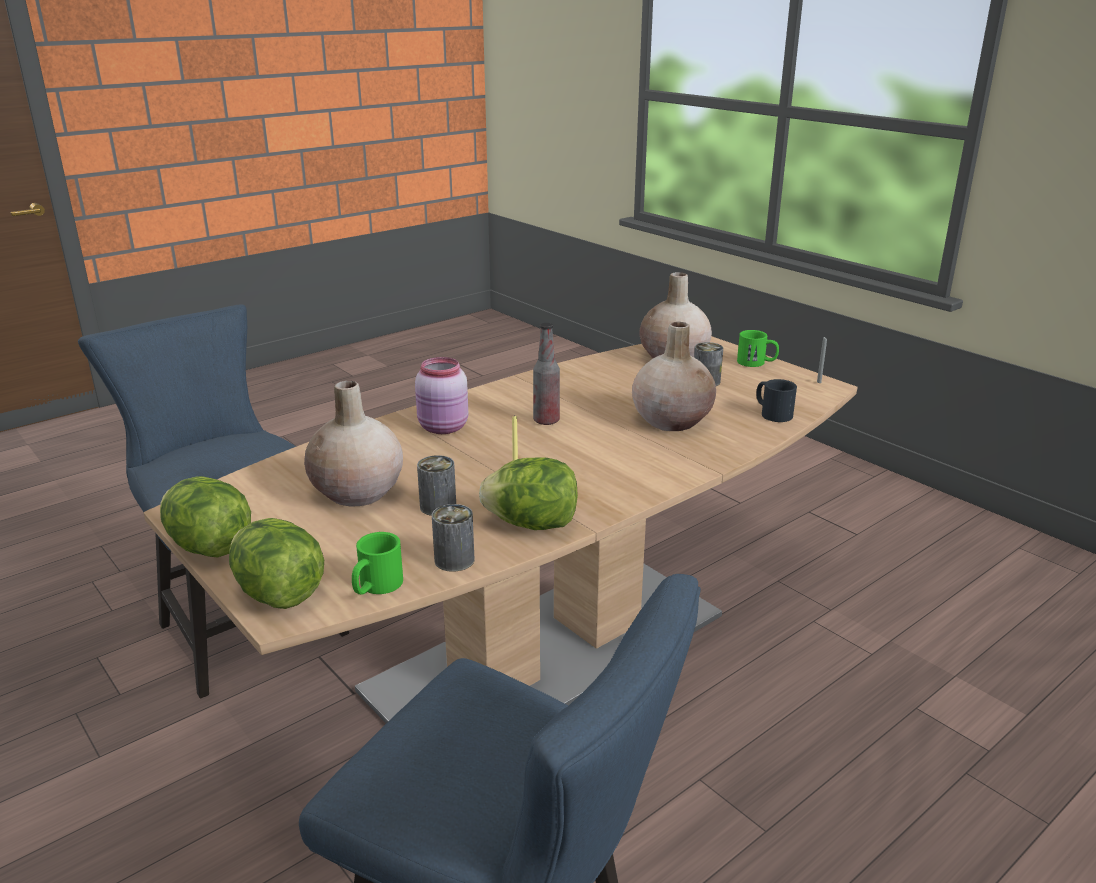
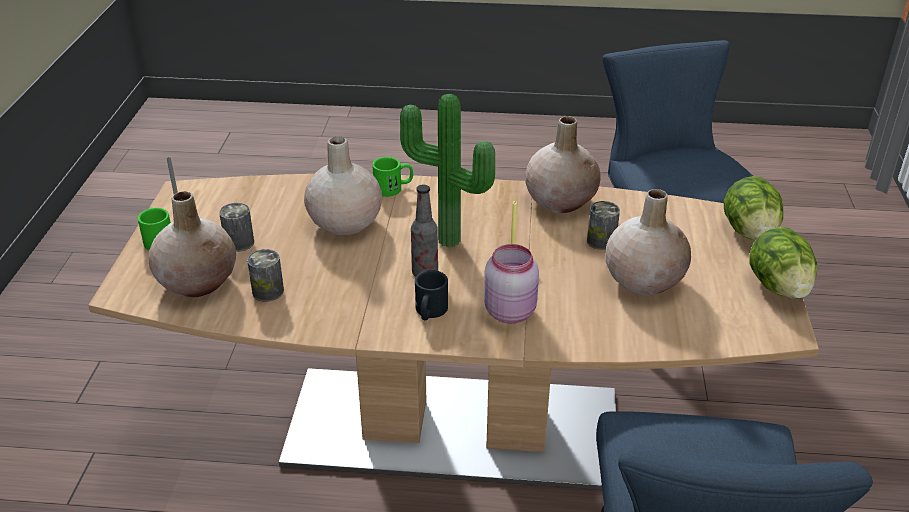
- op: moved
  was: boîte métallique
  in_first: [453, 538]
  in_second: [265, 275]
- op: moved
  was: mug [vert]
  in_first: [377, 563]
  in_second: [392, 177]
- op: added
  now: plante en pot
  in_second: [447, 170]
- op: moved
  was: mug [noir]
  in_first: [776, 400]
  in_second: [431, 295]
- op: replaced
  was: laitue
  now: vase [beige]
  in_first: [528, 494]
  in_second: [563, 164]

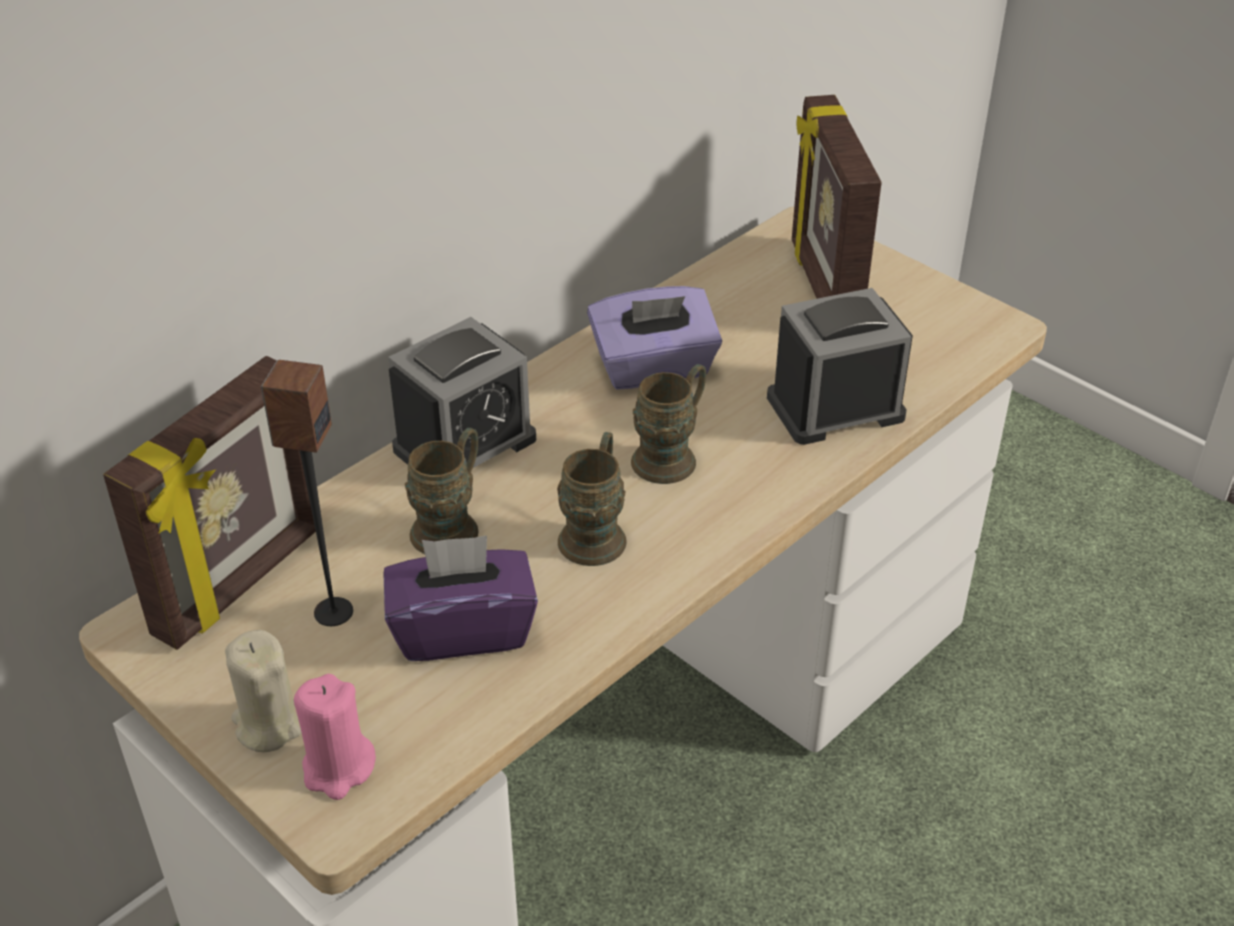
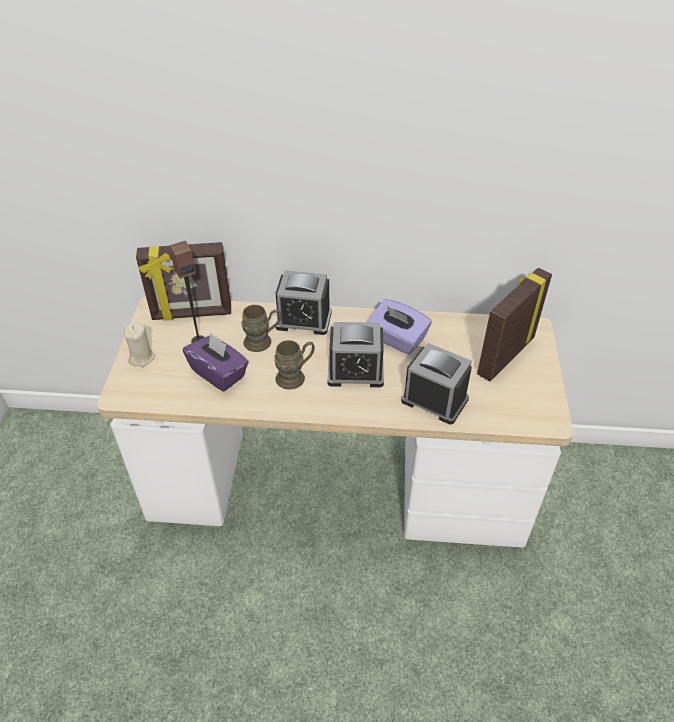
- op: replaced
  was: mug [marron]
  now: réveil
  in_first: [668, 424]
  in_second: [355, 354]
- op: removed
  was: bougie [rose]
  in_first: [335, 737]

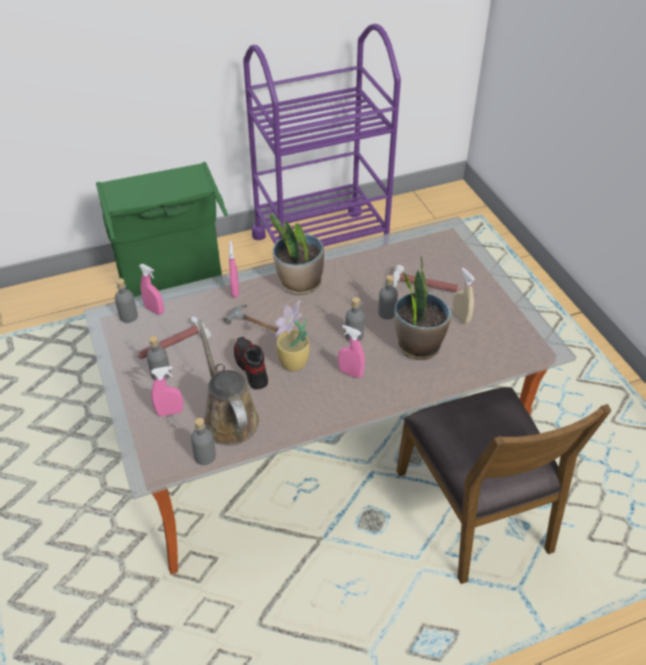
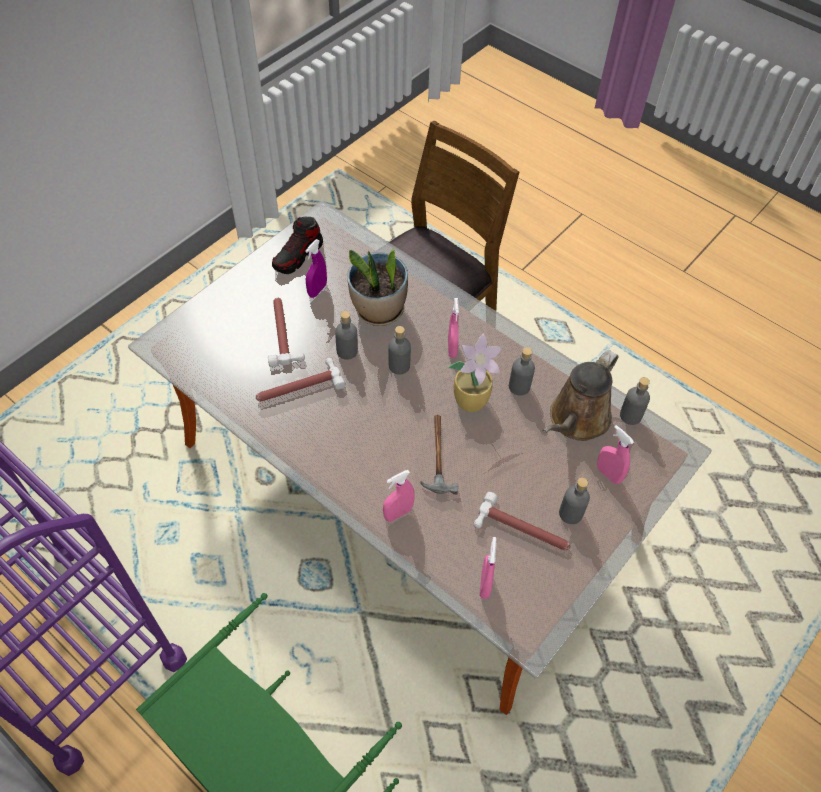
- op: added
  now: marteau
  in_second: [301, 379]
- op: moved
  was: chaussure
  in_first: [251, 363]
  in_second: [297, 245]
- op: recoloured
  was: vaporisateur [beige]
  now: vaporisateur [violet]
  in_first: [464, 295]
  in_second: [316, 268]
- op: moved
  was: bouteille [gris]
  in_first: [126, 300]
  in_second: [522, 371]
- op: removed
  was: plante en pot
  in_first: [297, 254]

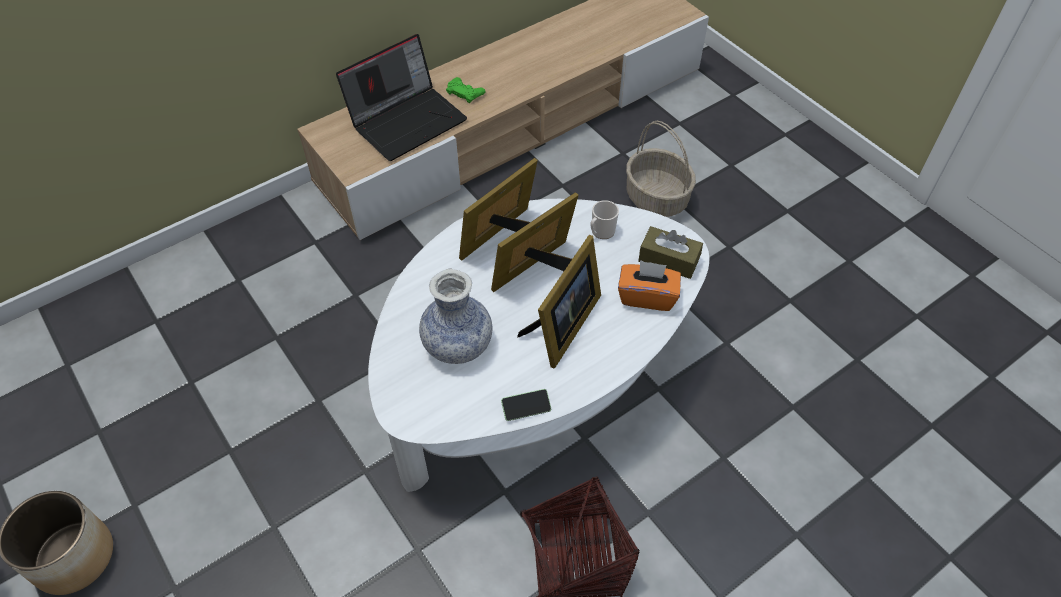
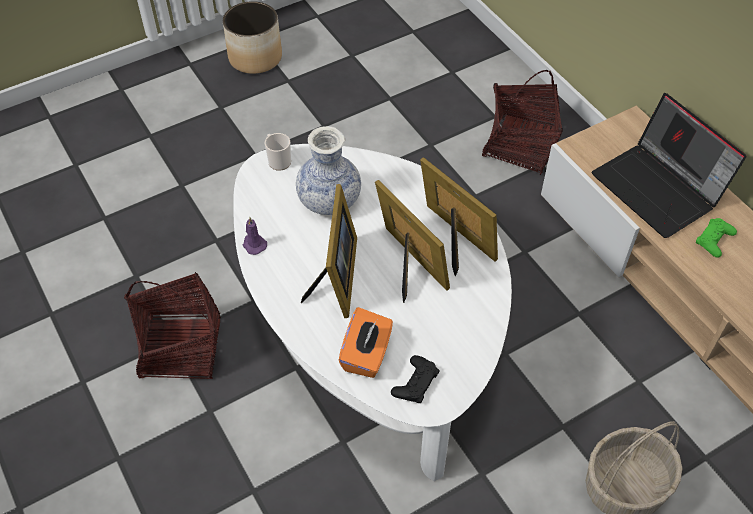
- op: replaced
  was: téléphone
  now: bougie [violet]
  in_first: [526, 405]
  in_second: [255, 236]
- op: moved
  was: mug
  in_first: [604, 219]
  in_second: [278, 152]
- op: turned
  was: cadre photo
  in_first: [559, 301]
  in_second: [329, 251]
  clockwise: -120
- op: replaced
  was: boîte à mouchoirs [marron]
  now: manette [noir]
  in_first: [670, 252]
  in_second: [415, 379]
- op: added
  now: panier
  in_second: [522, 122]

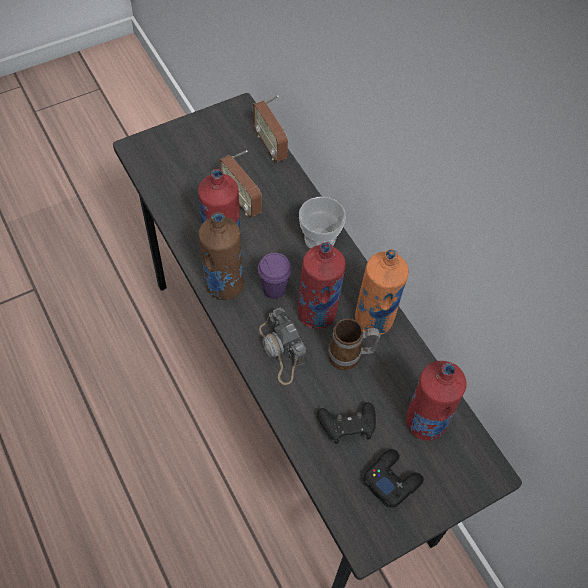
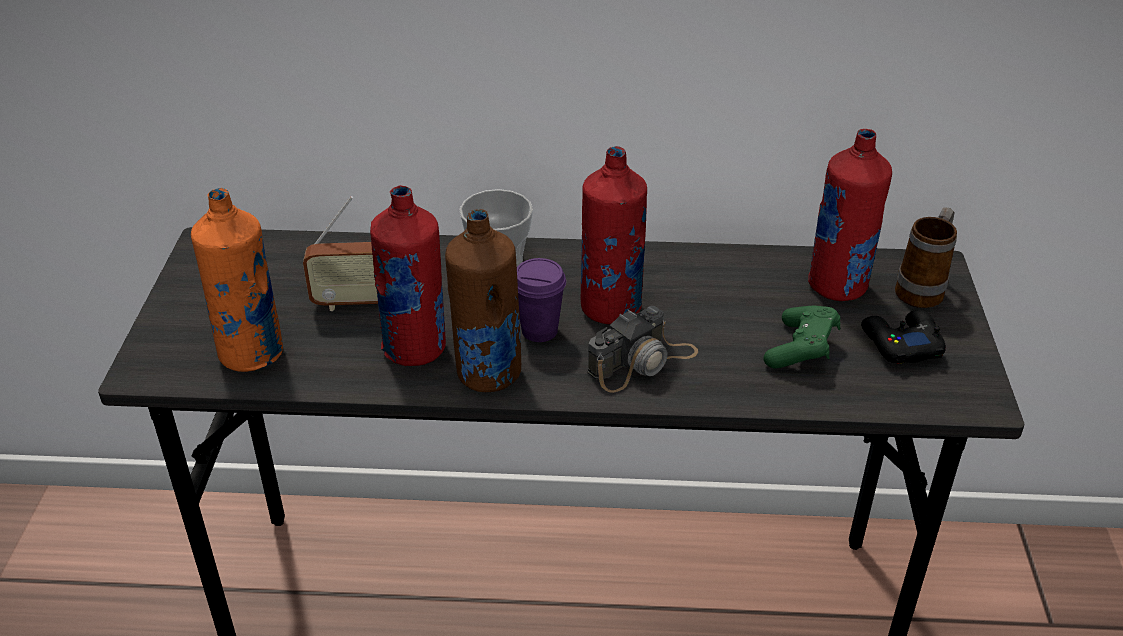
- op: moved
  was: bouteille [orange]
  in_first: [382, 292]
  in_second: [237, 280]
- op: turned
  was: appareil photo
  in_first: [282, 346]
  in_second: [643, 349]
  clockwise: -45
- op: recoloured
  was: manette [noir]
  now: manette [vert]
  in_first: [346, 423]
  in_second: [801, 337]
- op: moved
  was: mug
  in_first: [354, 344]
  in_second: [926, 257]
- op: removed
  was: radio
  in_first: [270, 128]

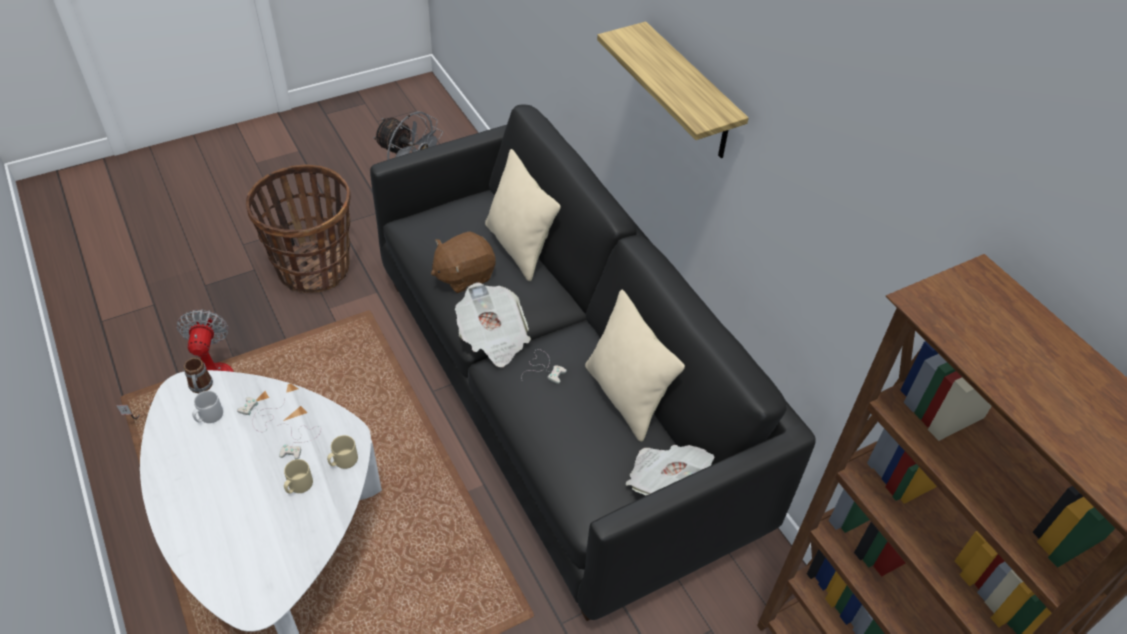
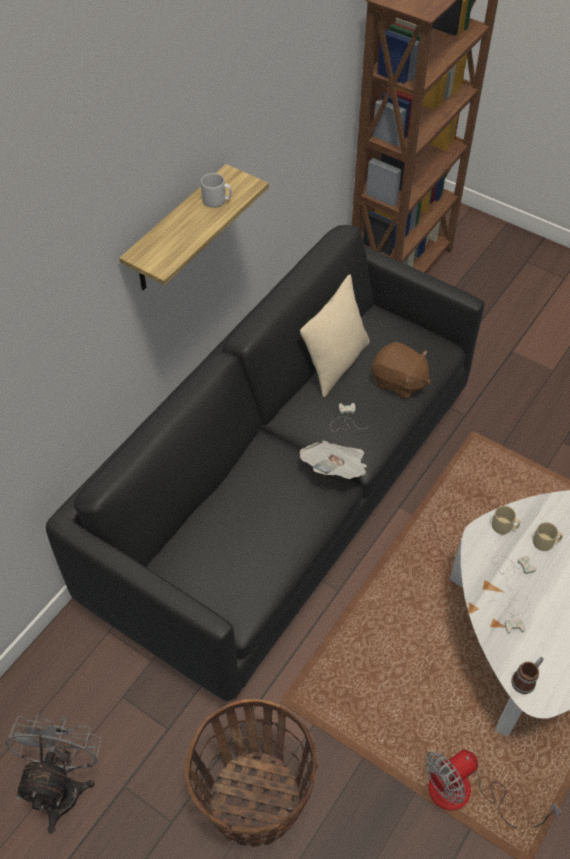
- op: moved
  was: mug [gris]
  in_first: [207, 407]
  in_second: [216, 190]
- op: moved
  was: peluche [marron]
  in_first: [463, 262]
  in_second: [401, 370]
- op: removed
  was: coussin [beige]
  in_first: [523, 215]
- op: removed
  was: journal
  in_first: [670, 470]

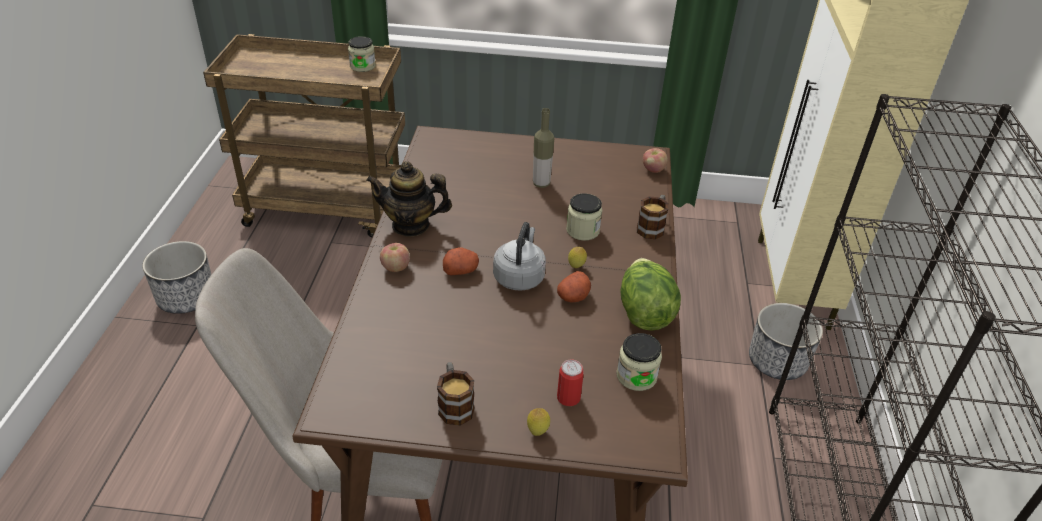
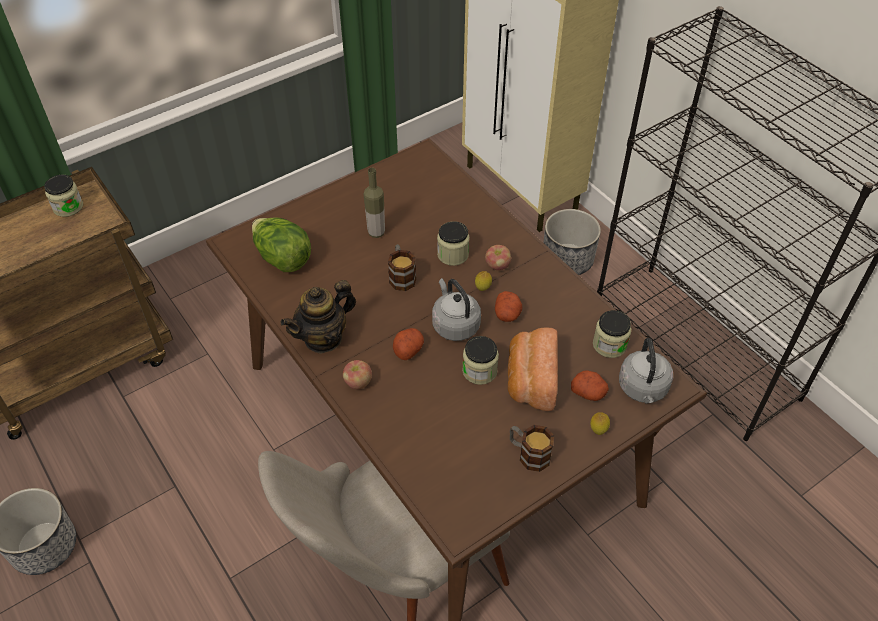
- op: moved
  was: laitue
  in_first: [650, 294]
  in_second: [281, 245]
- op: moved
  was: mug
  in_first: [652, 217]
  in_second: [402, 267]
- op: added
  now: bocal
  in_second: [480, 360]
- op: moved
  was: pomme
  in_first: [655, 160]
  in_second: [498, 257]
- op: added
  now: pain
  in_second: [533, 369]
- op: replaced
  was: boîte métallique
  now: pomme de terre
  in_first: [570, 382]
  in_second: [590, 385]
- op: added
  now: bouilloire [gris]
  in_second: [646, 371]

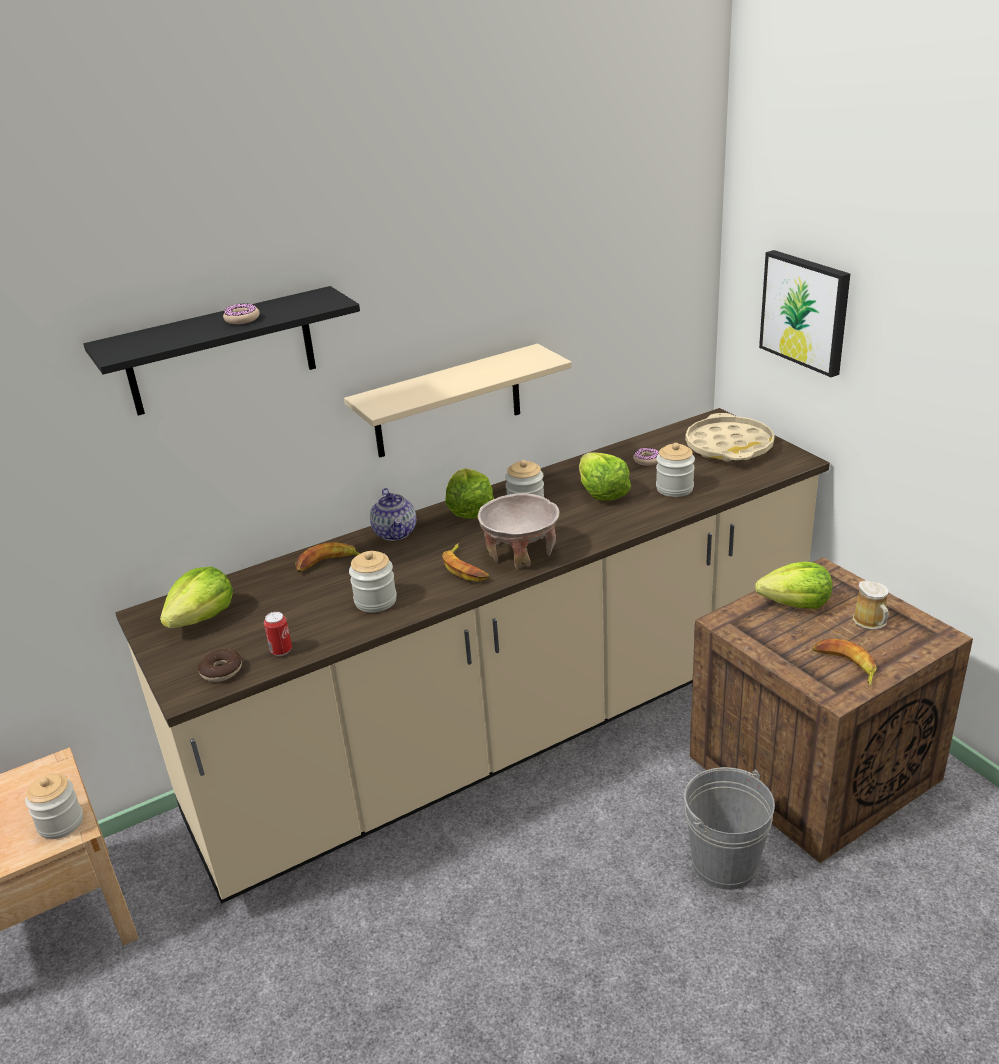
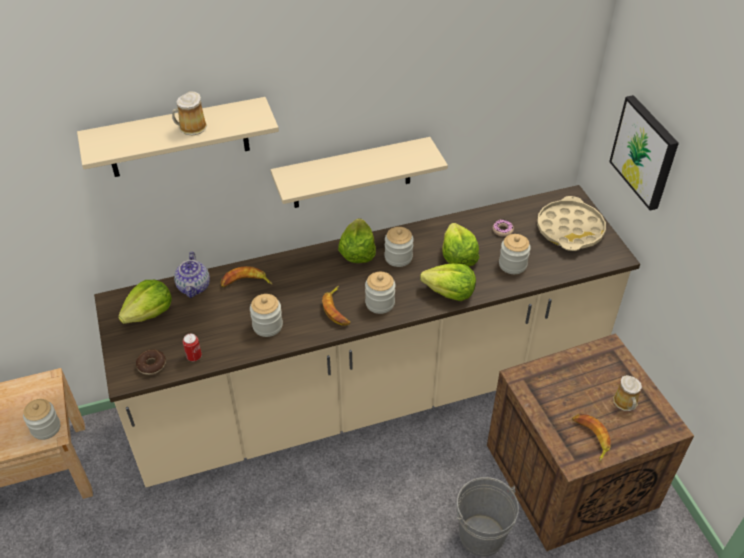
- op: recoloured
  was: étagère [noir]
  now: étagère [beige]
  in_first: [221, 351]
  in_second: [178, 137]
- op: replaced
  was: beignet
  now: mug
  in_first: [241, 313]
  in_second: [189, 113]
- op: moved
  was: théière
  in_first: [393, 514]
  in_second: [192, 275]
- op: replaced
  was: bol [beige]
  now: bocal
  in_first: [519, 531]
  in_second: [380, 293]
- op: moved
  was: laitue
  in_first: [793, 585]
  in_second: [448, 282]

